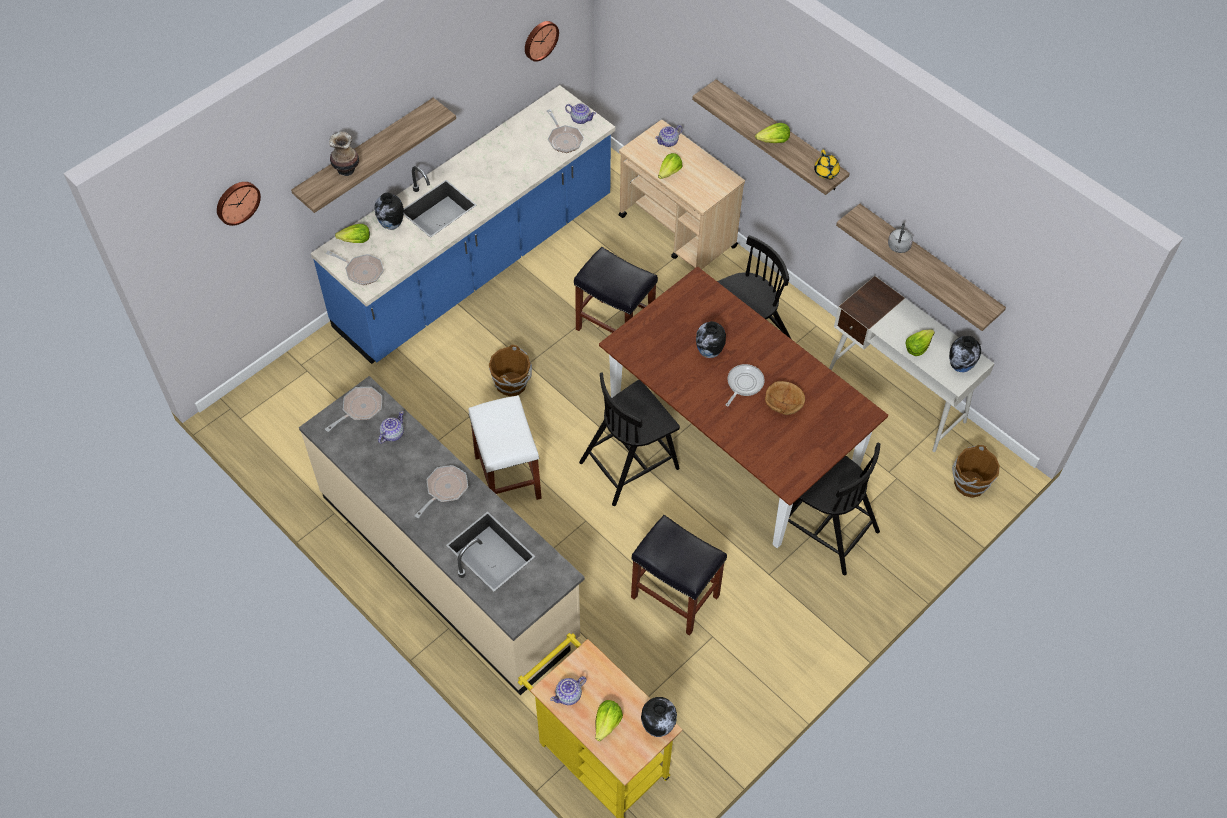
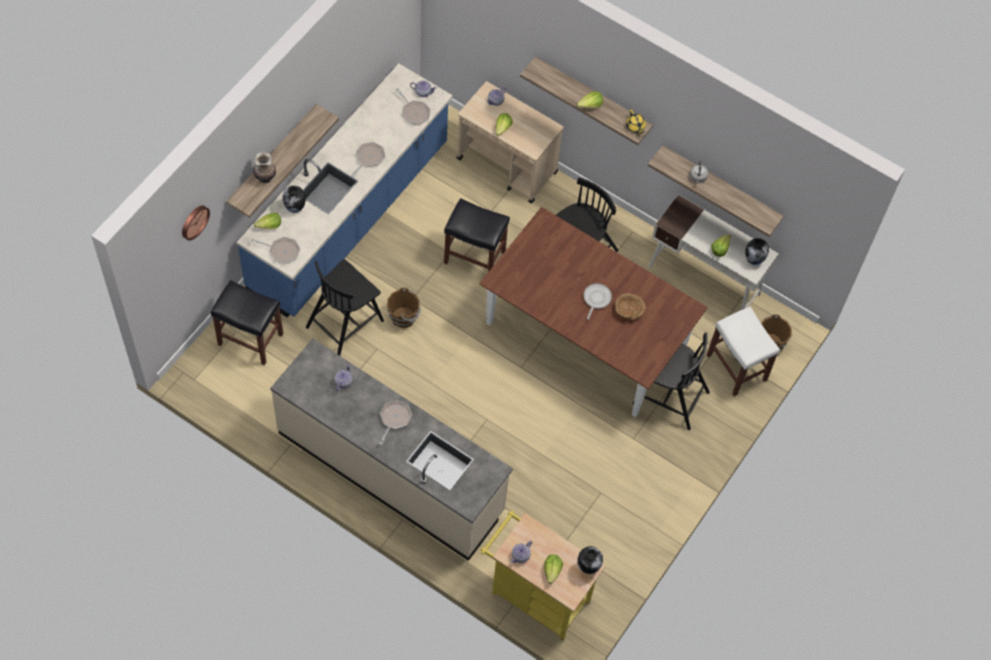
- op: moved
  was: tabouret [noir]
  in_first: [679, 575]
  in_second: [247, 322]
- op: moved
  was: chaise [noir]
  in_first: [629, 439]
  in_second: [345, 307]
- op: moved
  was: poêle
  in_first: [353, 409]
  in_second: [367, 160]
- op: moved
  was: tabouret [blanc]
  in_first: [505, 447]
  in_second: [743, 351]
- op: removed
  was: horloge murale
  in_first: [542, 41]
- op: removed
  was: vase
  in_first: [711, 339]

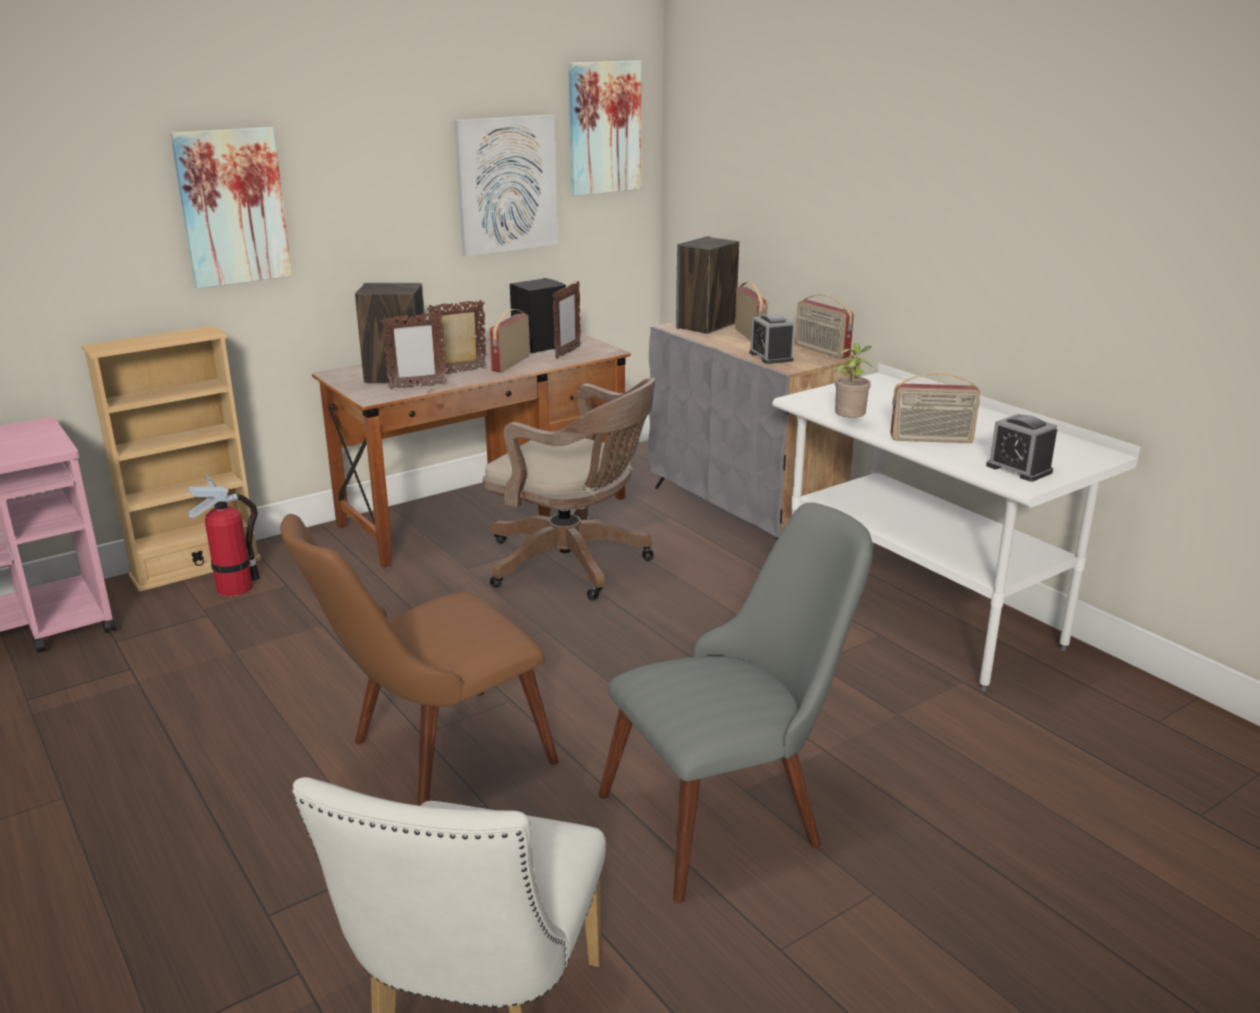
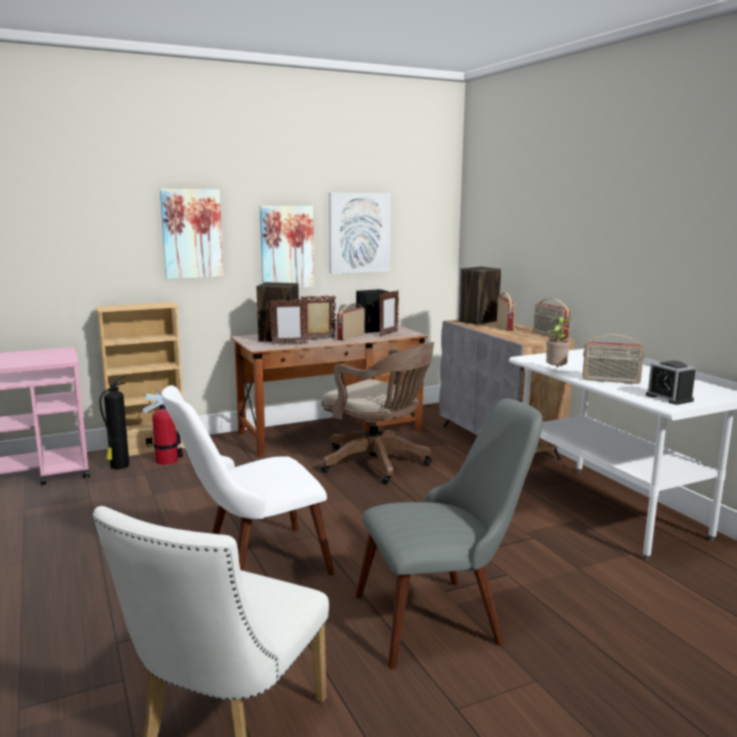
- op: added
  now: extincteur
  in_second: [114, 422]
- op: recoloured
  was: chaise [marron]
  now: chaise [blanc]
  in_first: [419, 660]
  in_second: [248, 480]
- op: moved
  was: tableau
  in_first: [604, 128]
  in_second: [287, 247]
- op: removed
  was: réveil
  in_first: [772, 339]

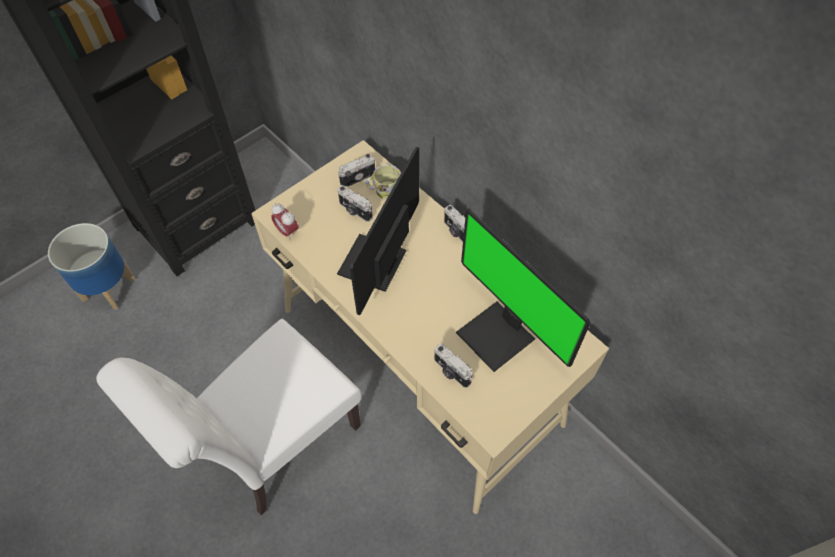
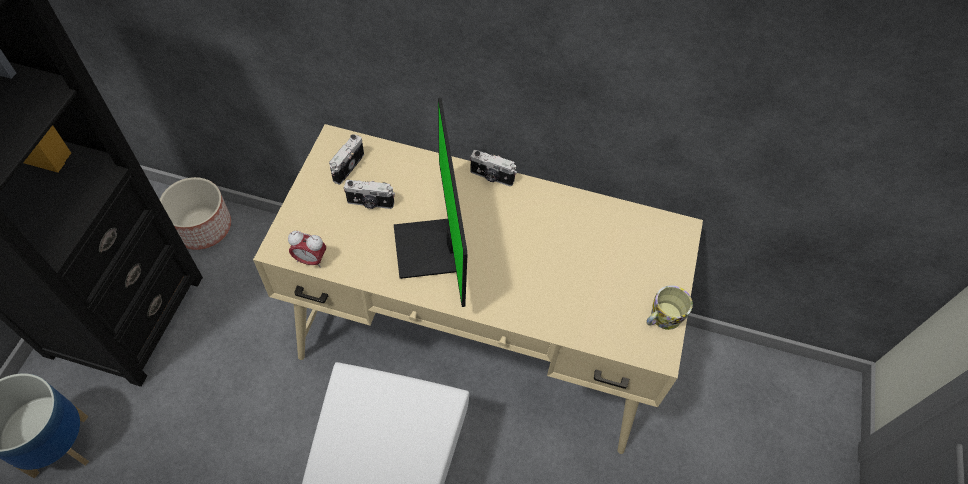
- op: added
  now: cache-pot
  in_second: [195, 213]
- op: moved
  was: mug
  in_first: [382, 181]
  in_second: [669, 307]
- op: removed
  was: appareil photo
  in_first: [453, 365]
- op: removed
  was: écran d'ordinateur
  in_first: [523, 291]

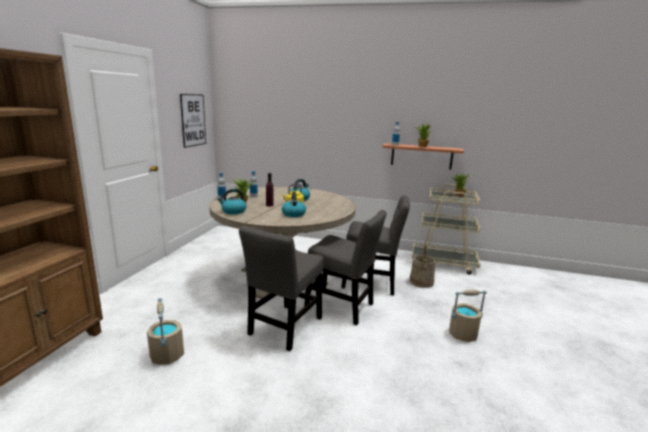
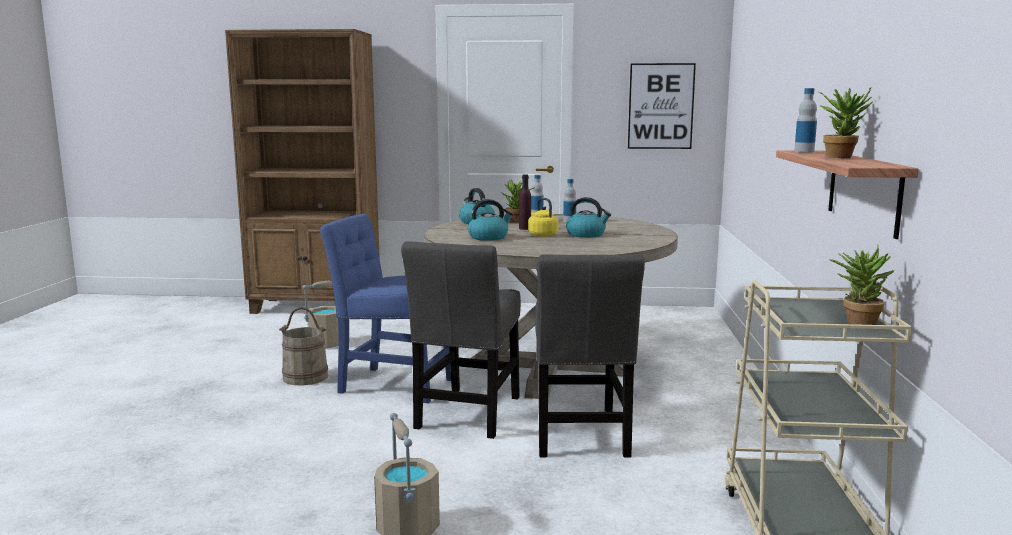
- op: moved
  was: seau [beige]
  in_first: [423, 266]
  in_second: [303, 346]
- op: recoloured
  was: chaise [gris]
  now: chaise [bleu]
  in_first: [281, 288]
  in_second: [385, 308]

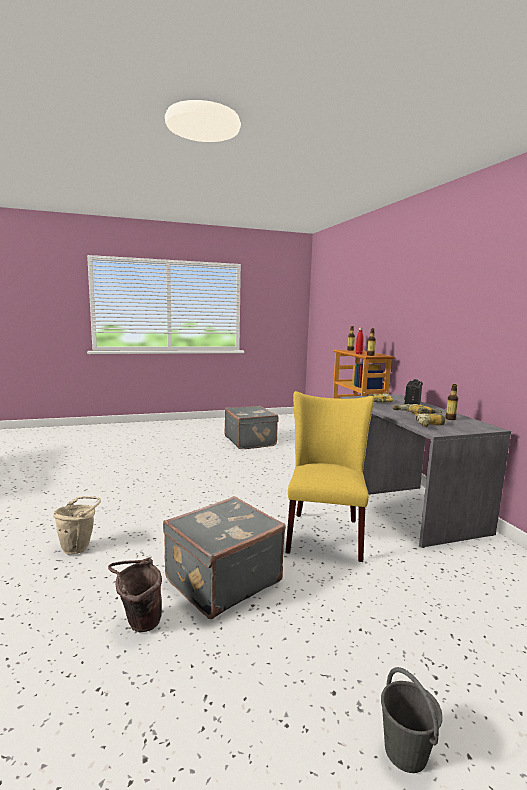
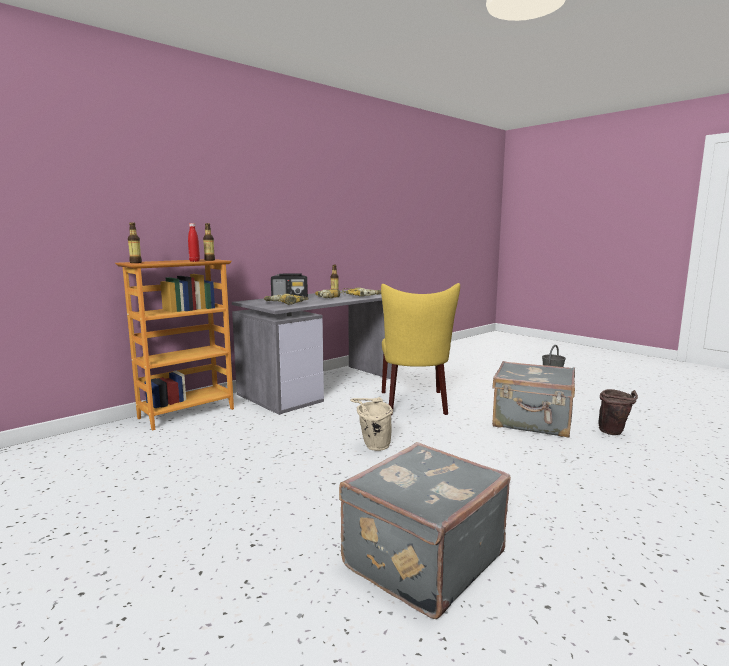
- op: moved
  was: valise [gris]
  in_first: [251, 427]
  in_second: [425, 530]
- op: moved
  was: seau [beige]
  in_first: [77, 525]
  in_second: [371, 424]
- op: turned
  was: chaise [jaune]
  in_first: [329, 476]
  in_second: [420, 349]
  clockwise: -75

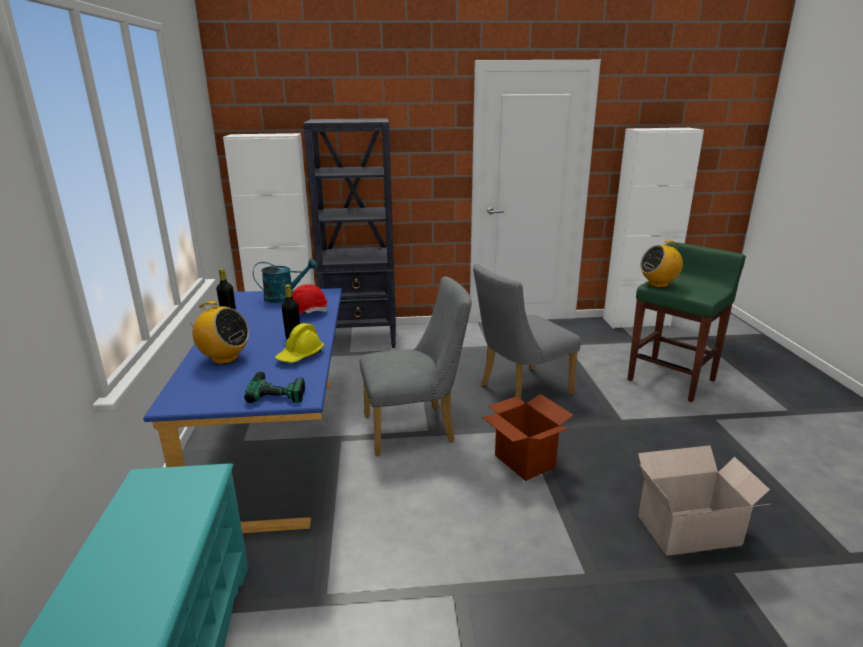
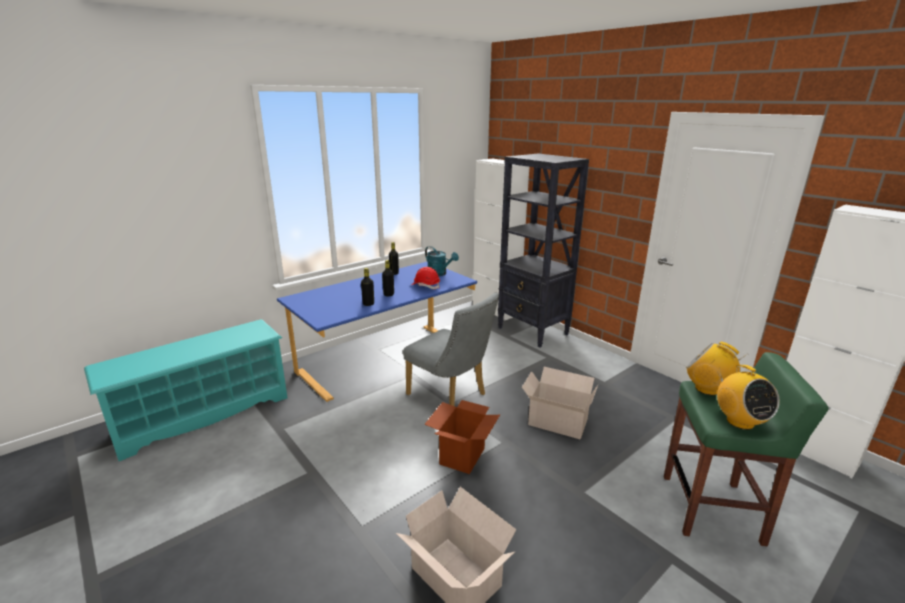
- op: replaced
  was: casque de chantier [jaune]
  now: bouteille [noir]
  in_first: [299, 343]
  in_second: [367, 287]
- op: replaced
  was: chaise [gris]
  now: carton
  in_first: [527, 331]
  in_second: [560, 403]
- op: moved
  was: radio
  in_first: [217, 332]
  in_second: [748, 397]
- op: removed
  was: perceuse
  in_first: [274, 386]

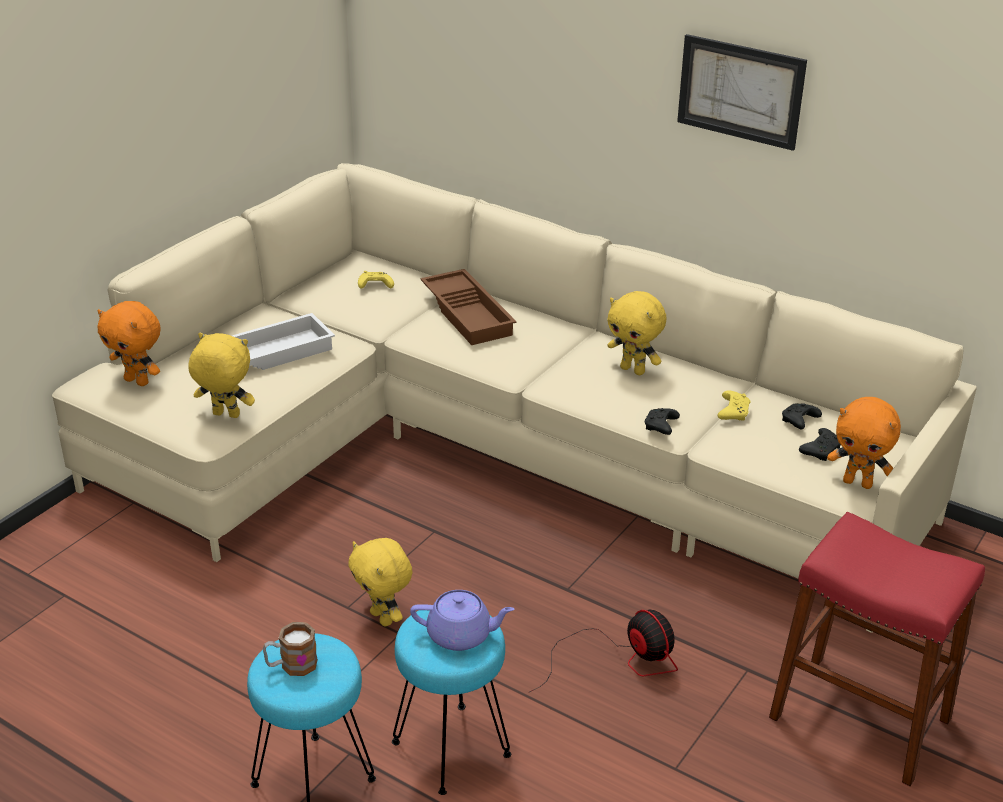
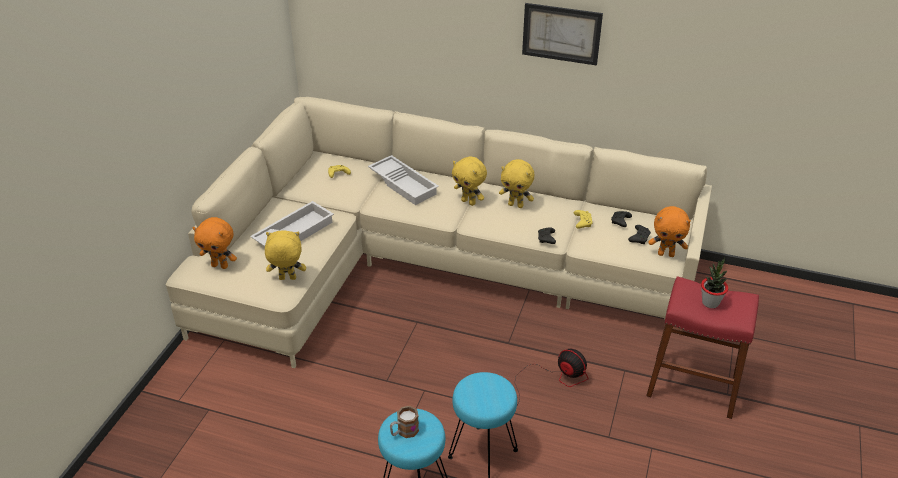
- op: recoloured
  was: plateau [marron]
  now: plateau [blanc]
  in_first: [468, 307]
  in_second: [403, 180]
- op: moved
  was: peluche [jaune]
  in_first: [380, 582]
  in_second: [469, 181]
- op: added
  now: plante en pot
  in_second: [714, 282]
- op: removed
  was: théière [violet]
  in_first: [462, 620]

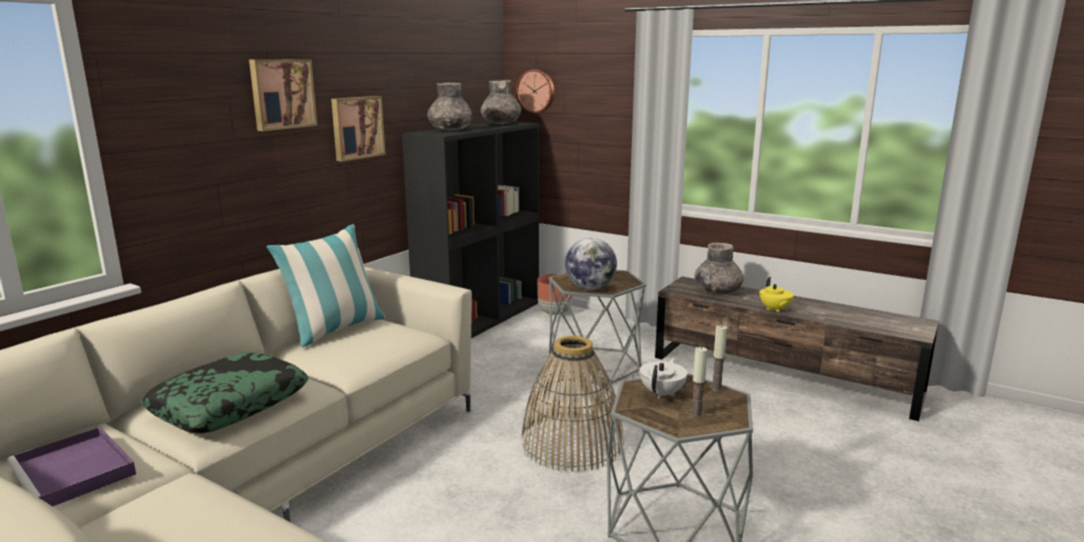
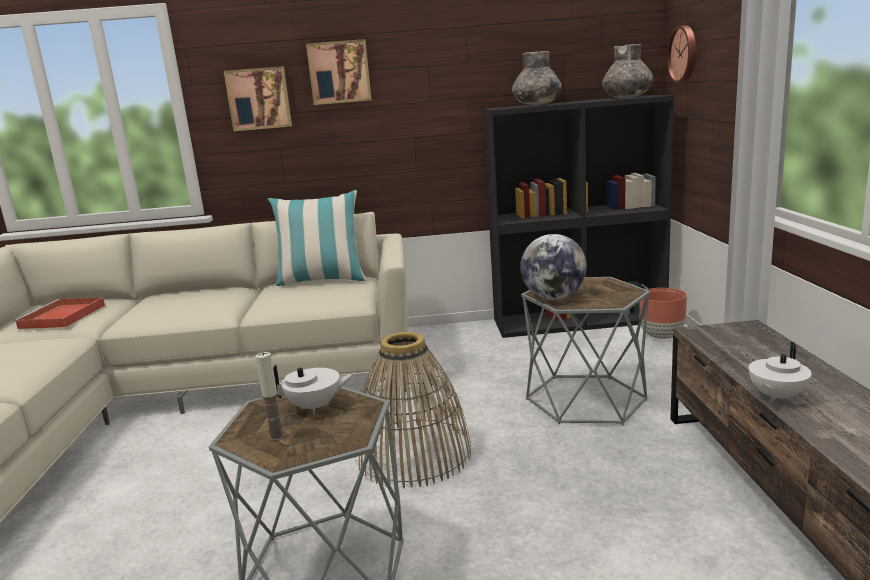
- op: recoloured
  was: plateau [violet]
  now: plateau [rouge]
  in_first: [71, 467]
  in_second: [59, 313]
- op: moved
  was: tableau
  in_first: [358, 129]
  in_second: [258, 98]
- op: recoloured
  was: théière [jaune]
  now: théière [blanc]
  in_first: [777, 294]
  in_second: [780, 372]
- op: removed
  was: coussin
  in_first: [224, 392]
- op: removed
  was: vase [gris]
  in_first: [719, 269]
- op: removed
  was: bougie
  in_first: [719, 358]

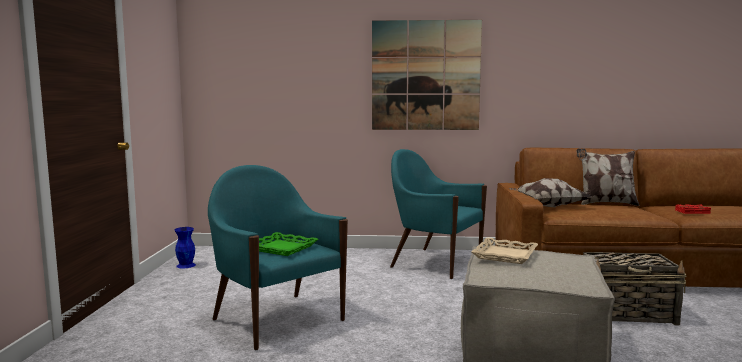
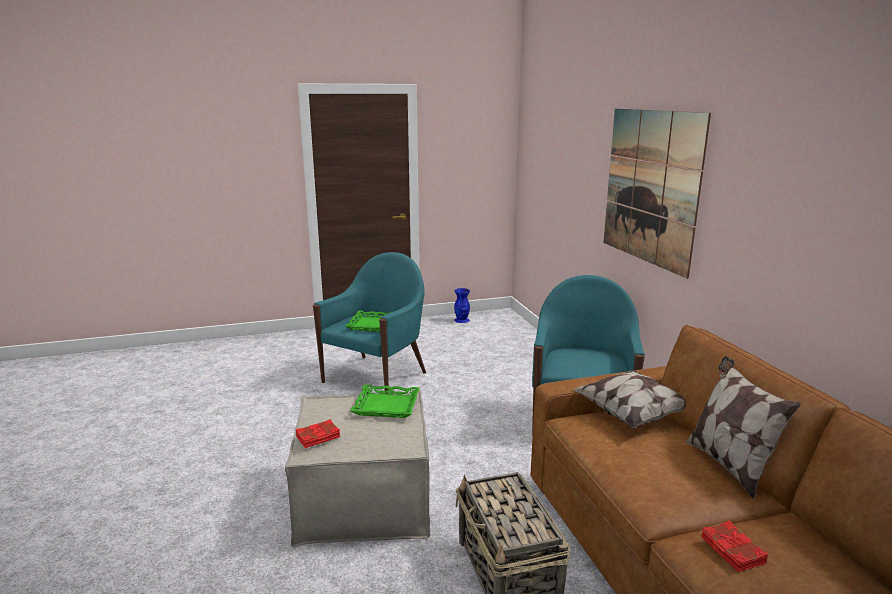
- op: added
  now: livre [rouge]
  in_second: [318, 433]
- op: recoloured
  was: plateau [beige]
  now: plateau [vert]
  in_first: [504, 250]
  in_second: [385, 401]

